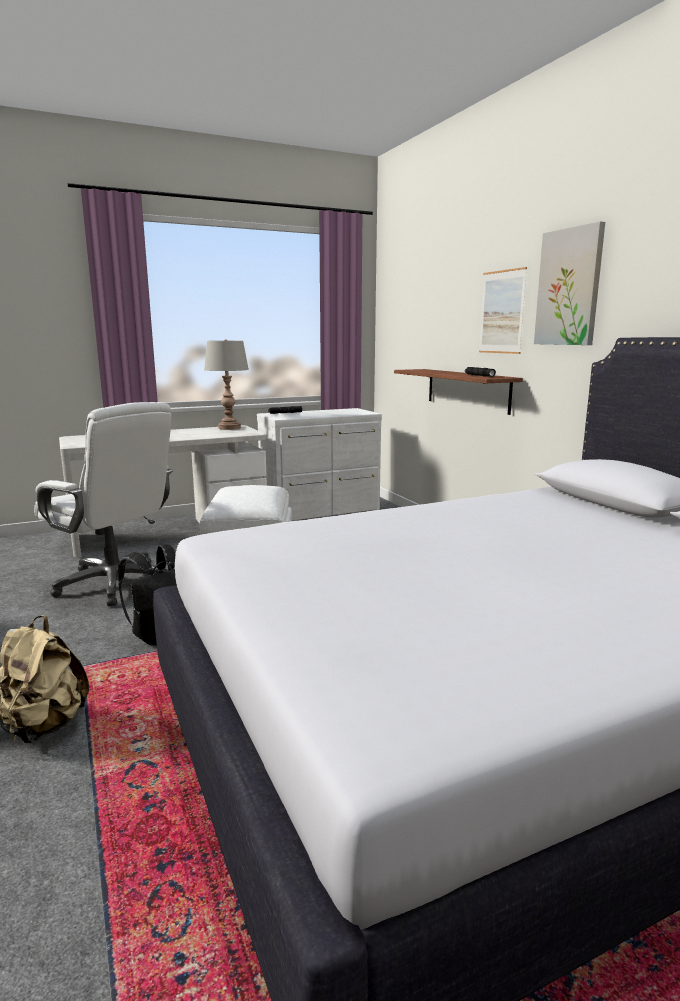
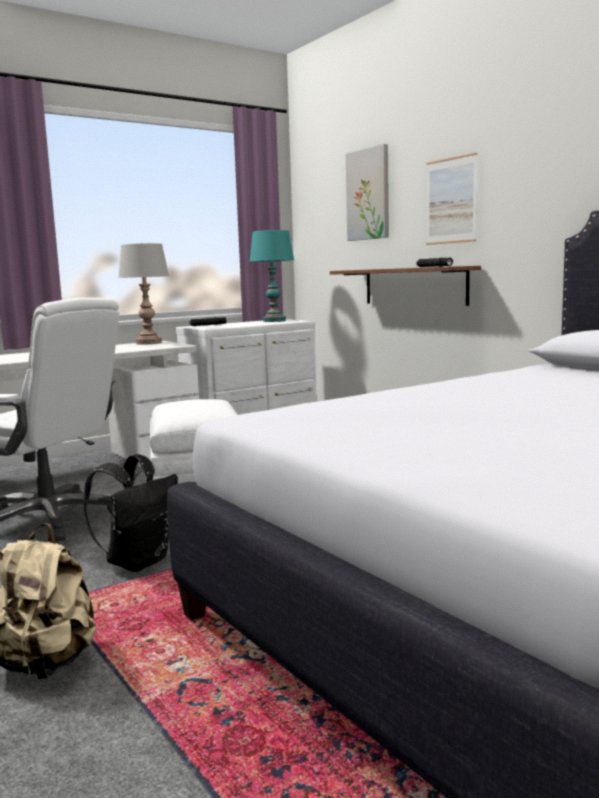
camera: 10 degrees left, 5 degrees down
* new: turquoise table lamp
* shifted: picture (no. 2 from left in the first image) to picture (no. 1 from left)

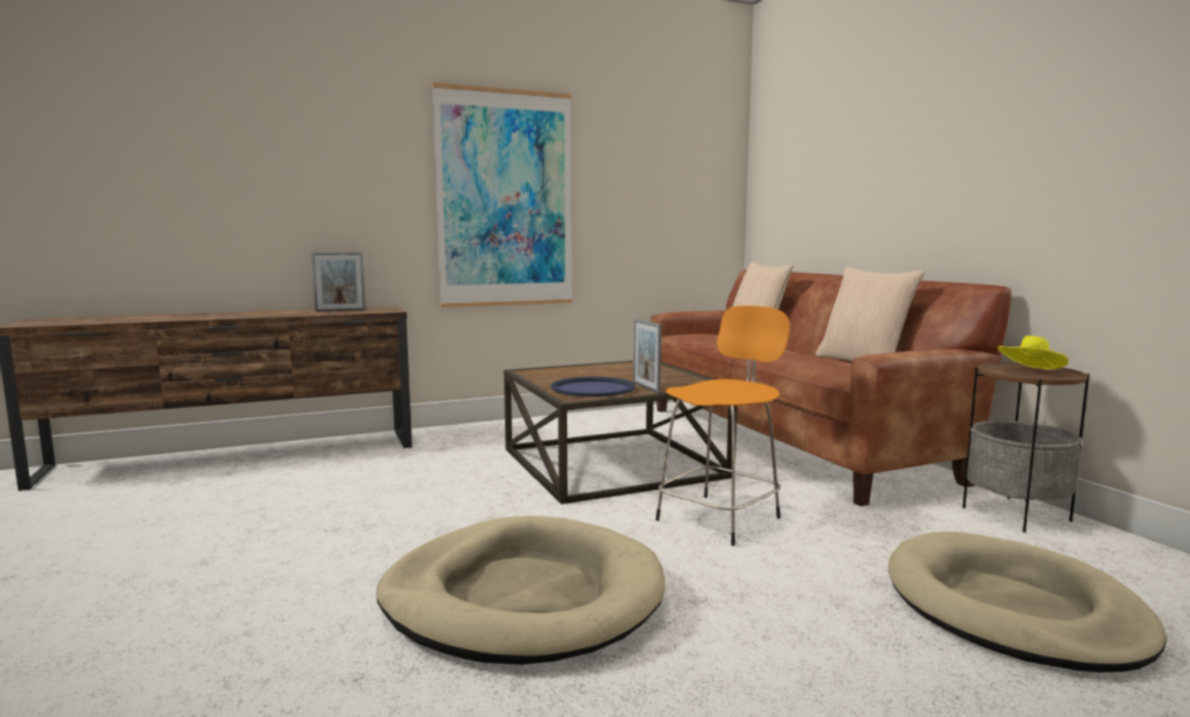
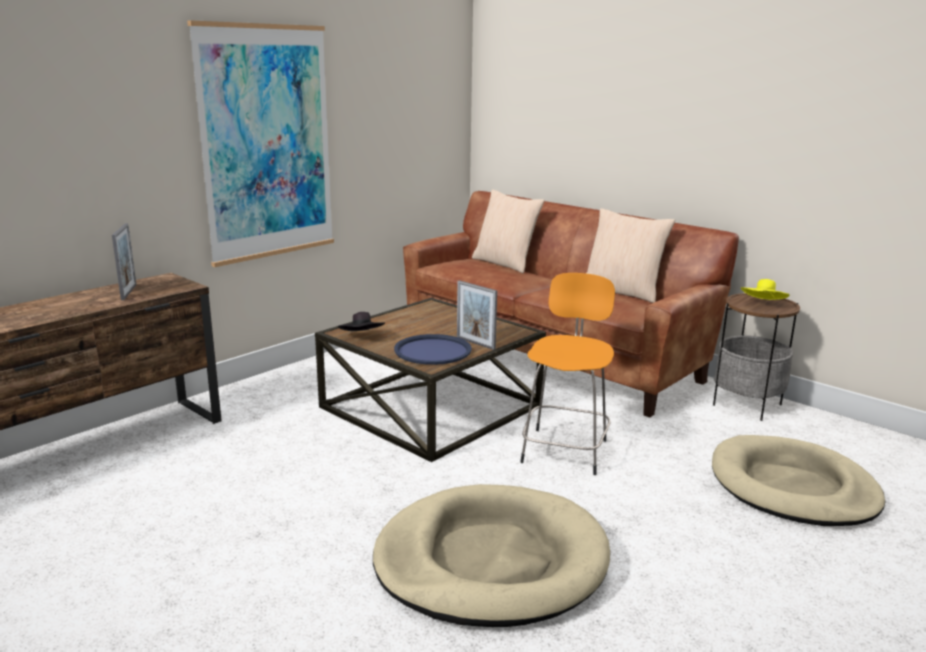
camera: 25 degrees left, 10 degrees up
* new: blackish hat
* rotated: photo frame (no. 1 from left) 60 degrees counterclockwise

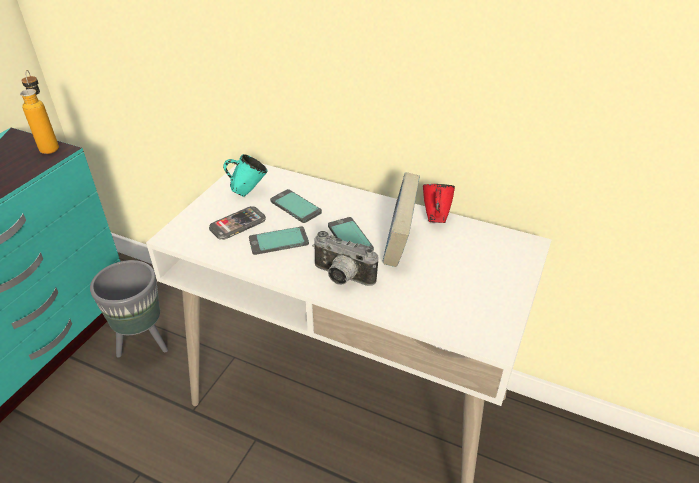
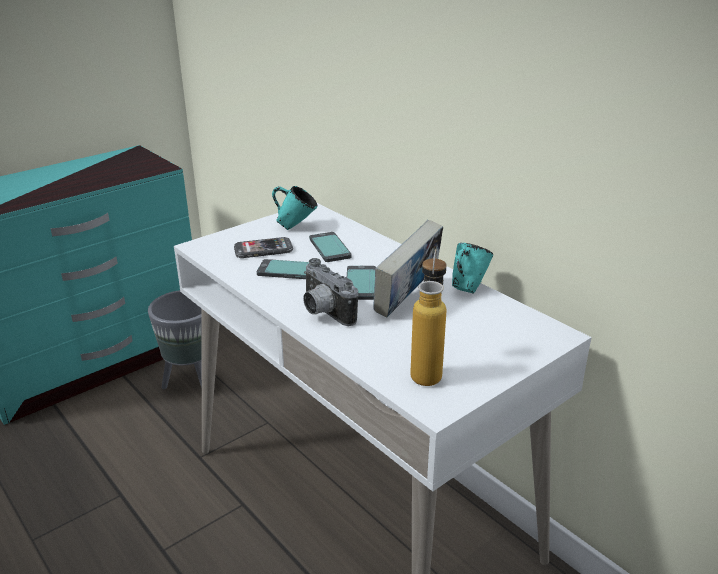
camera: 25 degrees right, 10 degrees down
* shifted: beverage bottle
* repainted: red-coloured coffee mug to turquoise coffee mug (no. 2 from left)

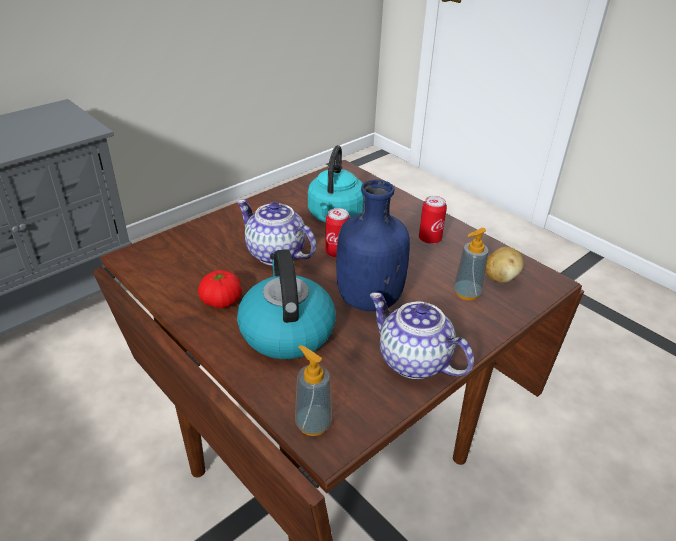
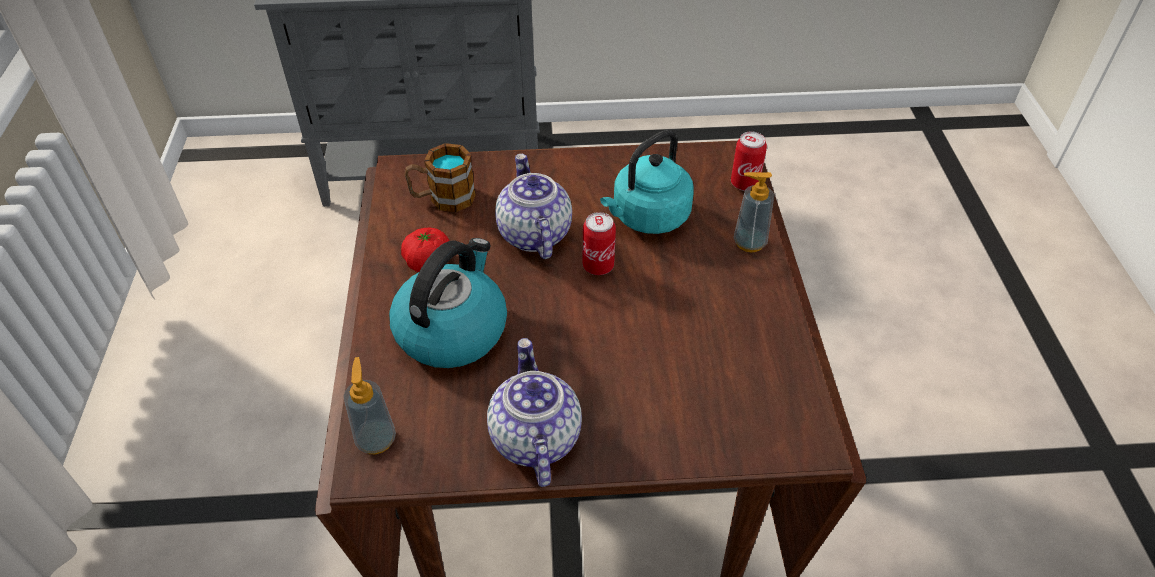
camera: 40 degrees right, 10 degrees up
* gone: blue beverage bottle
* gone: potato
* new: coffee mug
* shifted: can (no. 2 from left)
* shifted: soap dispenser (no. 2 from left)

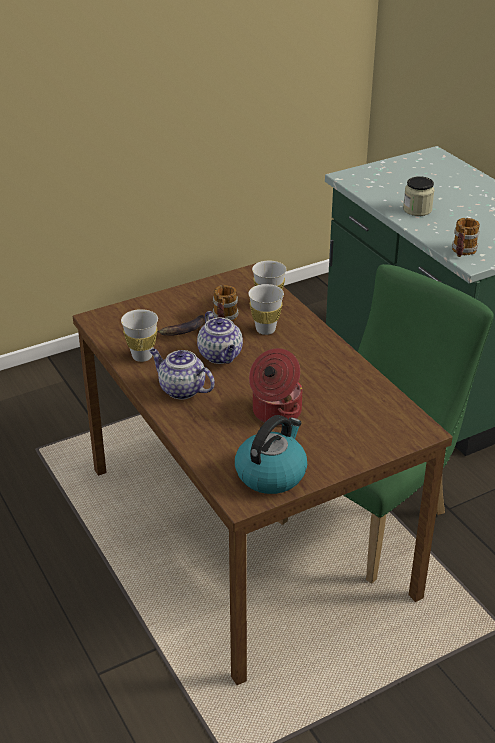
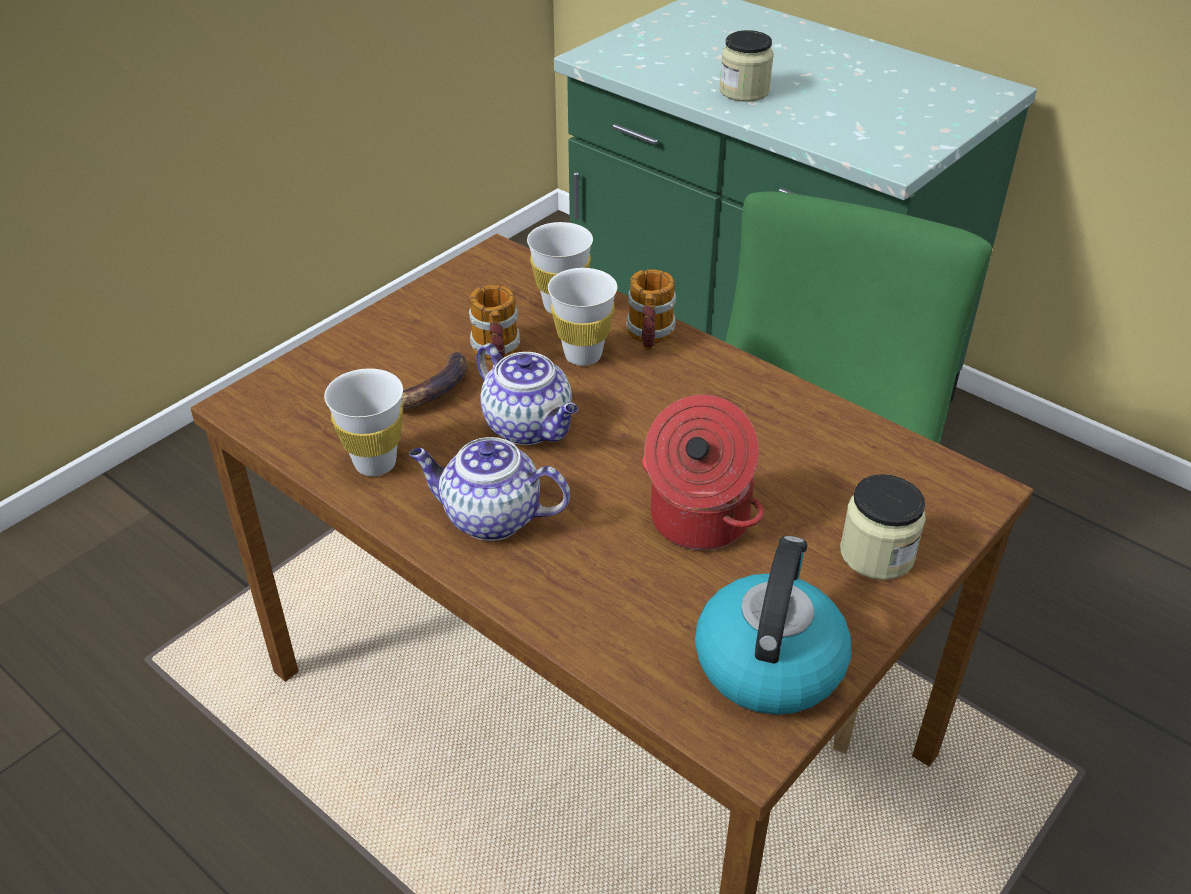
camera: 20 degrees left, 5 degrees up
* new: storage jar (no. 2 from left)
* shifted: coffee mug (no. 2 from left)

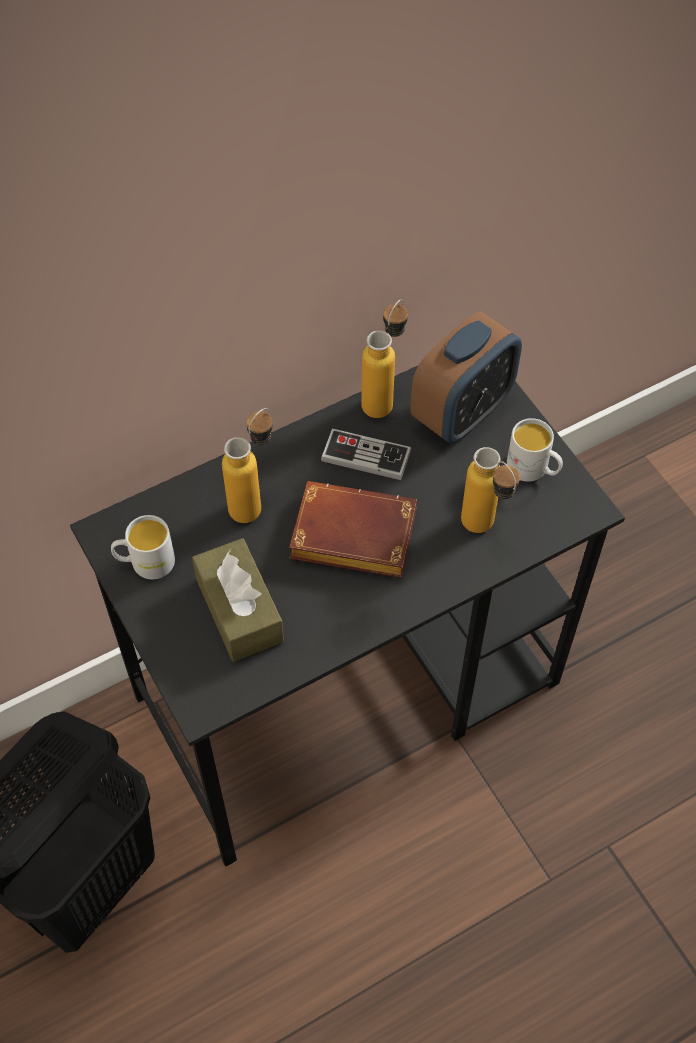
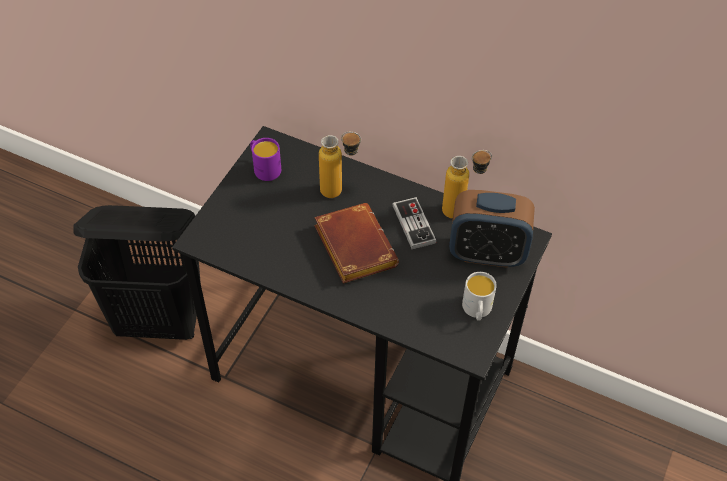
camera: 55 degrees right, 5 degrees down
* gone: brown box of tissues
* gone: beverage bottle (no. 3 from left)
* repainted: white coffee mug (no. 1 from left) to purple coffee mug

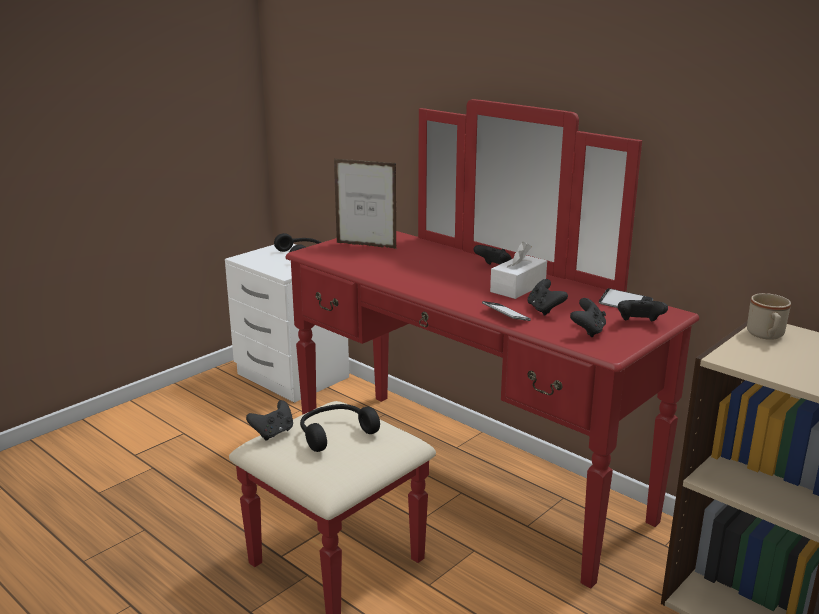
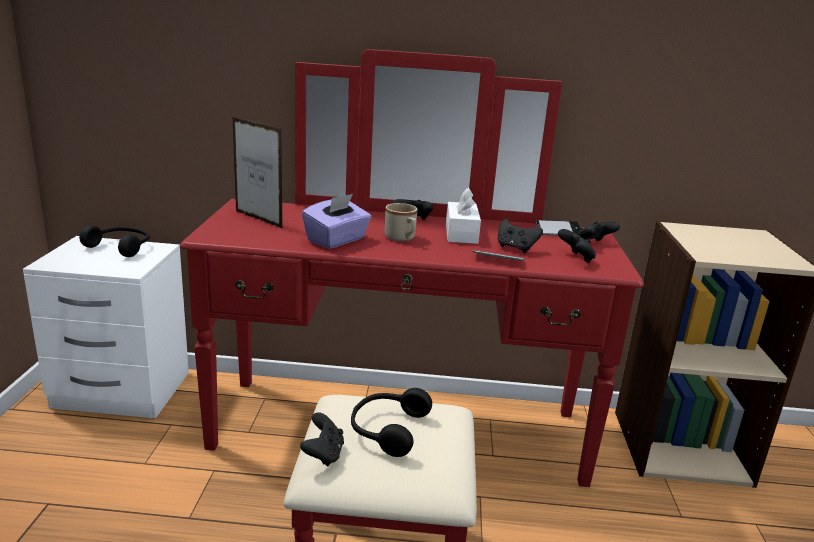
camera: 40 degrees left, 0 degrees up
* new: purple box of tissues
* shifted: beige-coloured coffee mug
* rotated: photo frame 120 degrees counterclockwise

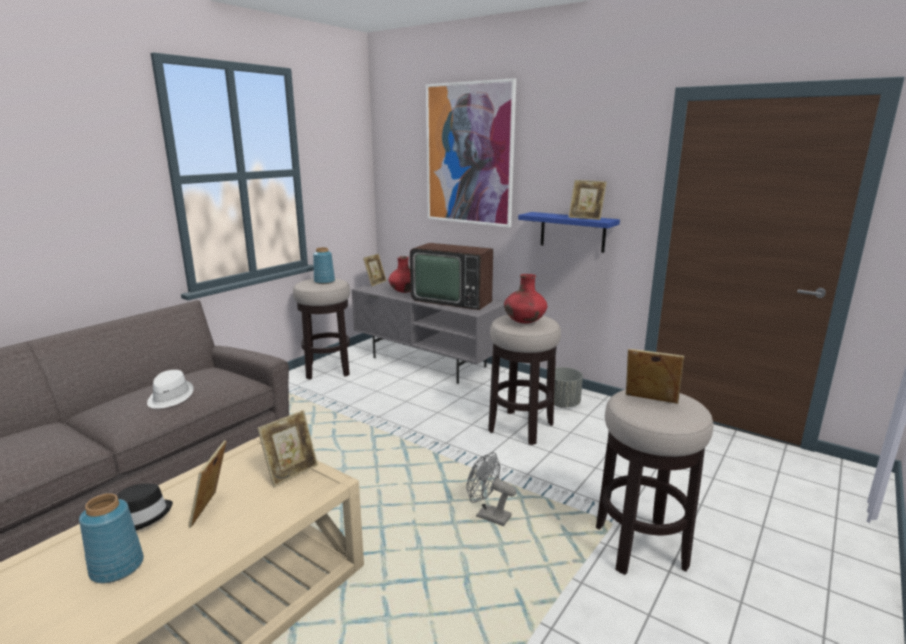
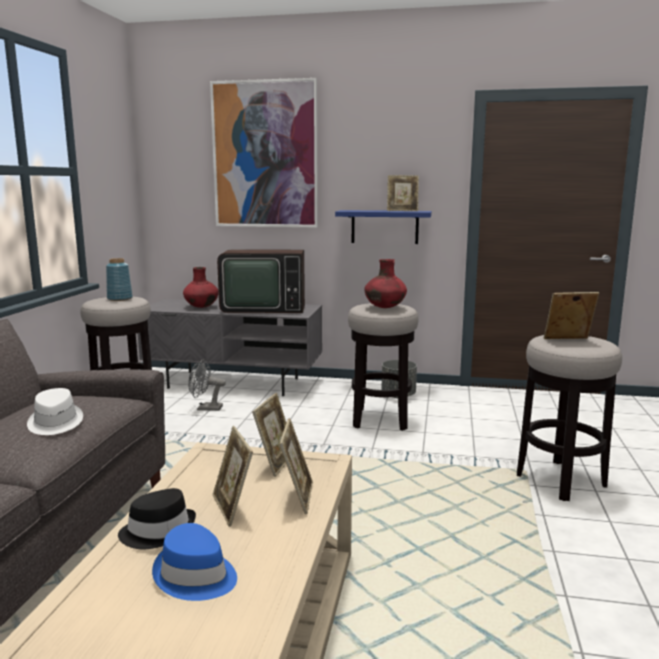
camera: 25 degrees left, 5 degrees down
* shifted: photo frame (no. 3 from left)
* shifted: grey electric fan
* swapped: blue flower vase (no. 1 from left) to blue hat

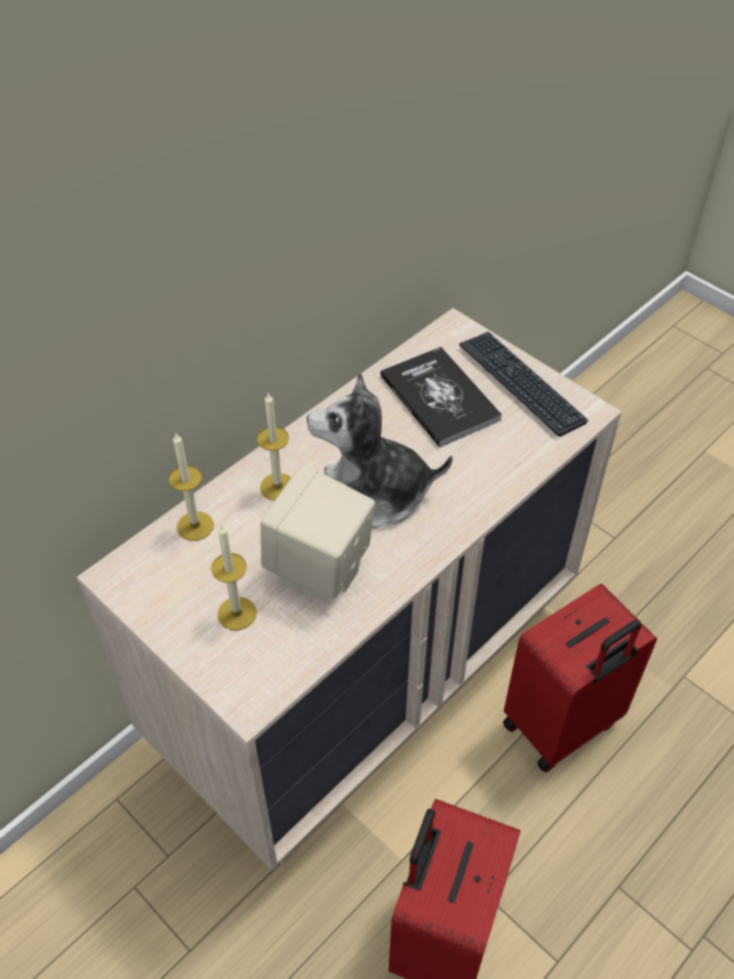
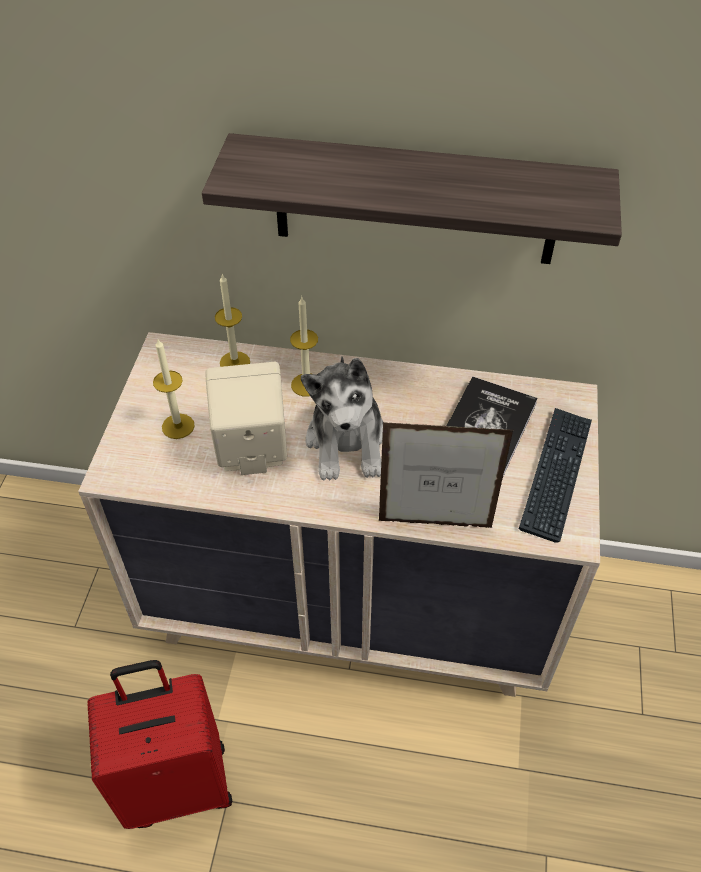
camera: 55 degrees right, 0 degrees up
* gone: red-coloured suitcase (no. 2 from left)
* new: bracket shelf
* new: photo frame
* rotated: soft toy 150 degrees counterclockwise

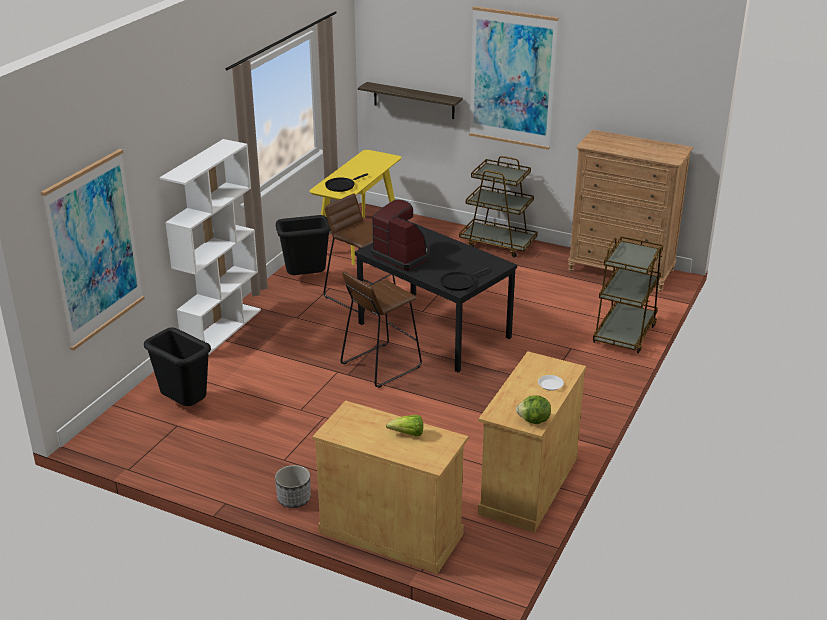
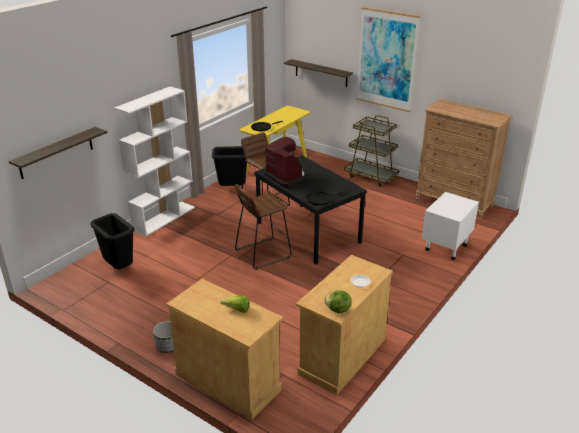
camera: 10 degrees right, 0 degrees up
* swapped: picture (no. 1 from left) to bracket shelf (no. 1 from left)
* swapped: brown trolley (no. 2 from left) to white night table

